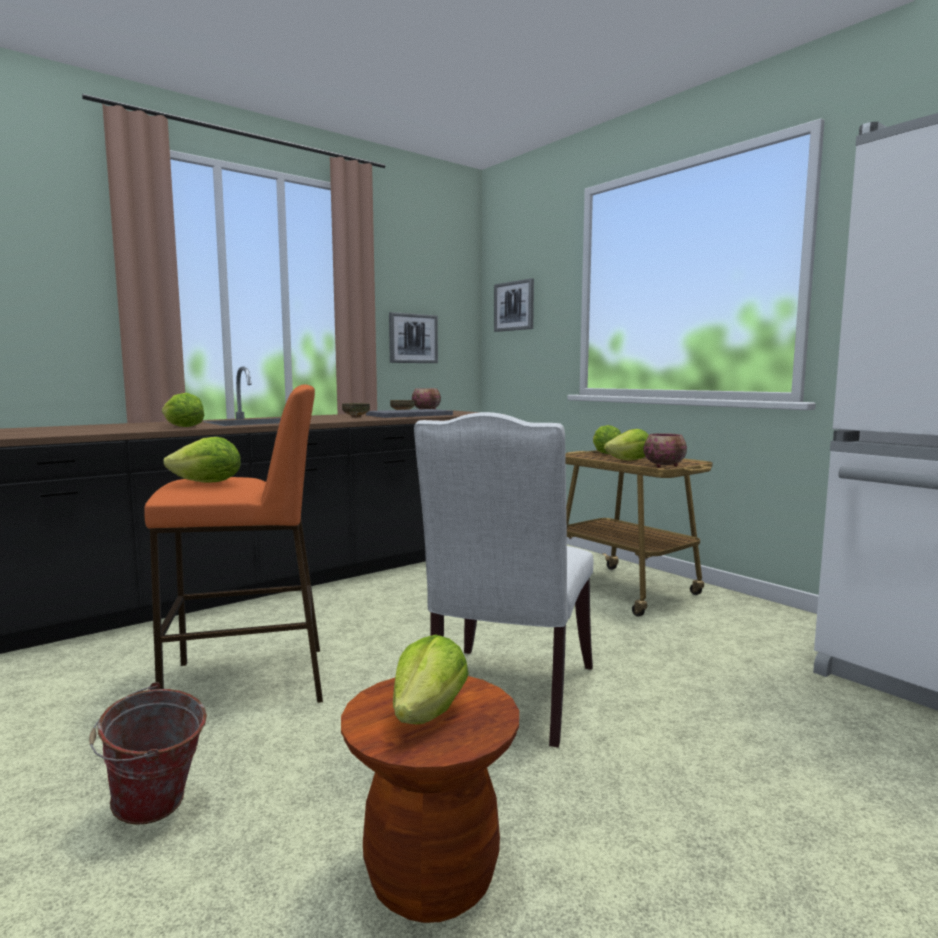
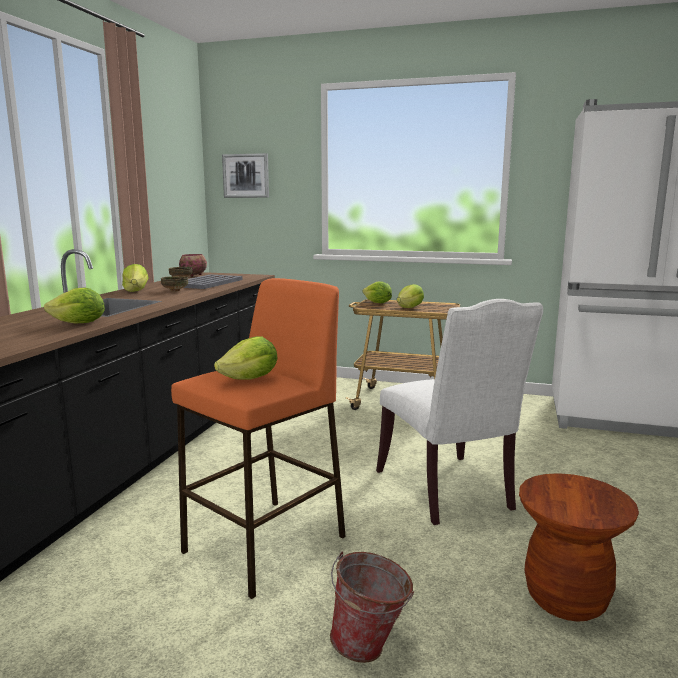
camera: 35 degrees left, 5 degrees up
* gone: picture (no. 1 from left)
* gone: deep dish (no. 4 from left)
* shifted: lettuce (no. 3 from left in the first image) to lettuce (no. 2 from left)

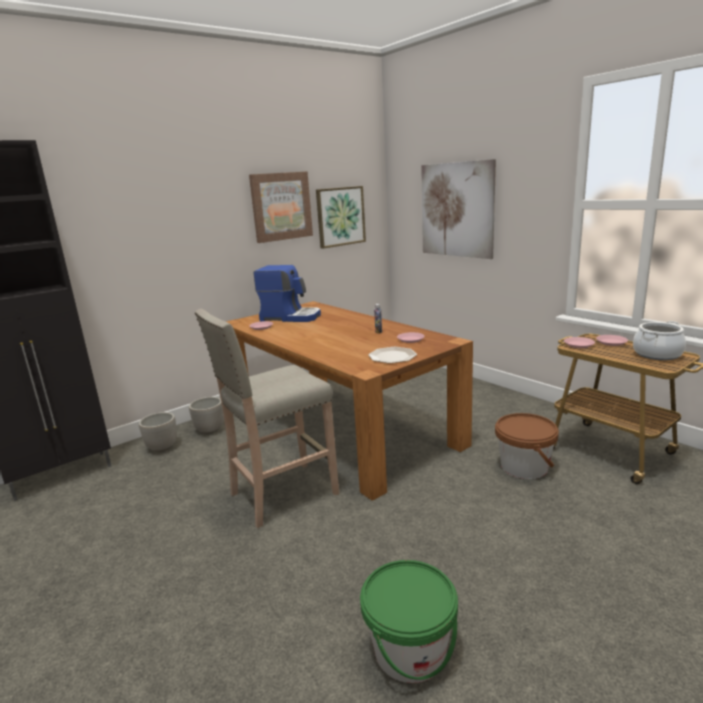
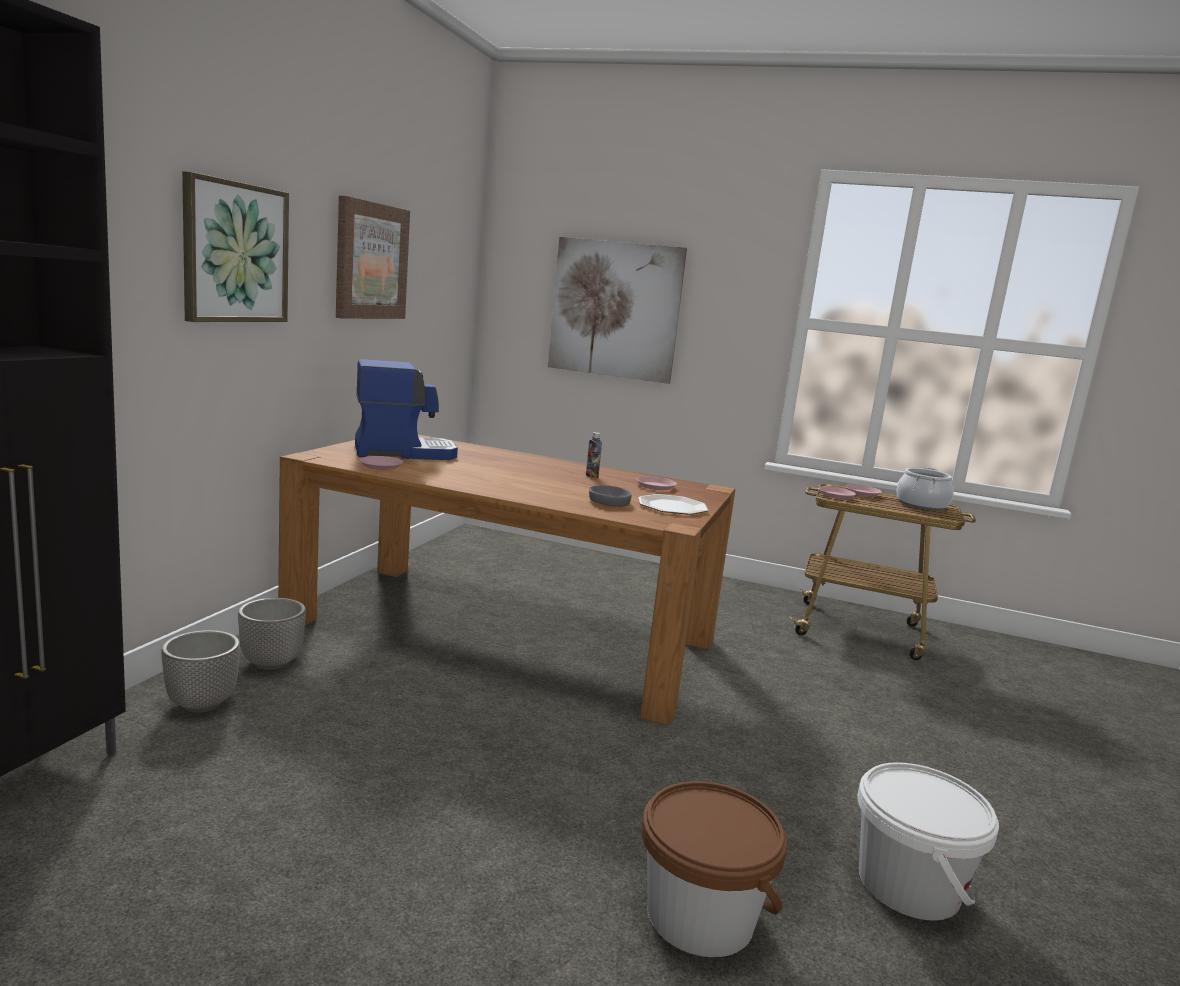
camera: 35 degrees left, 5 degrees down
* gone: beige-coloured sitting stool
* new: grey deep dish
* shifted: picture (no. 2 from left in the first image) to picture (no. 1 from left)
* shifted: brown bucket
* repainted: green bucket to white bucket

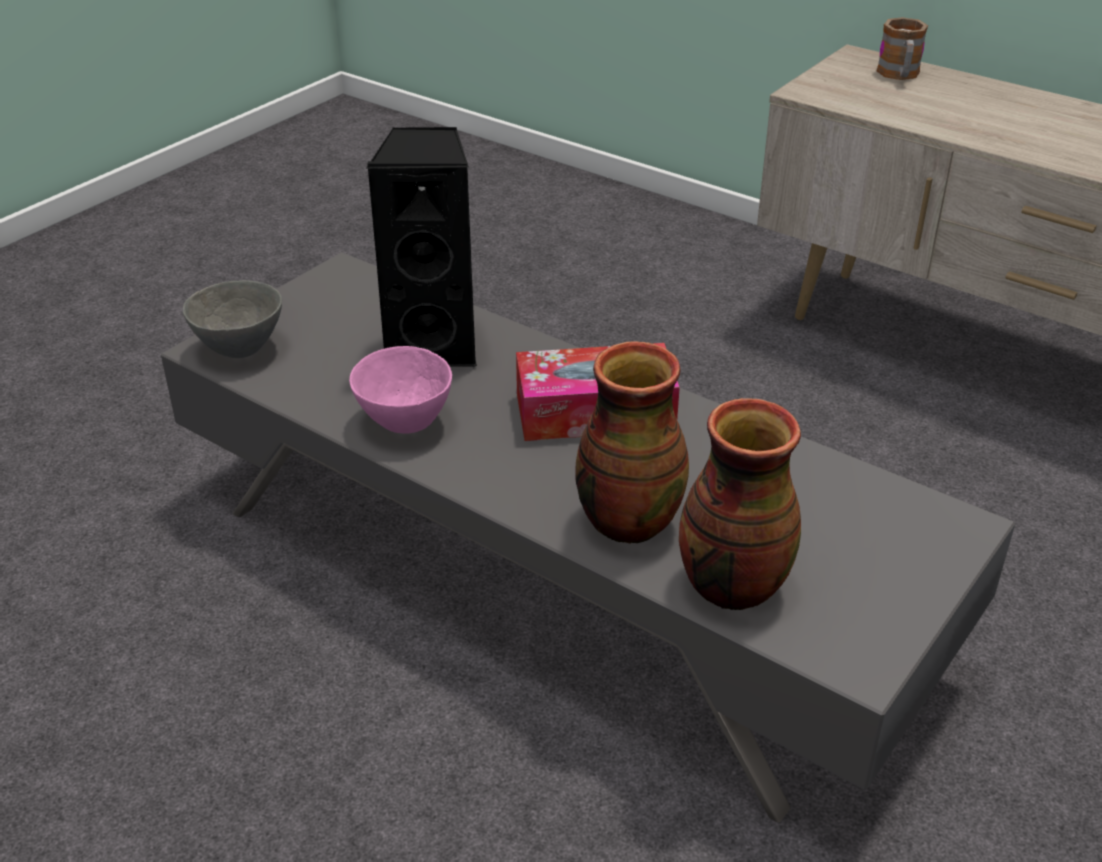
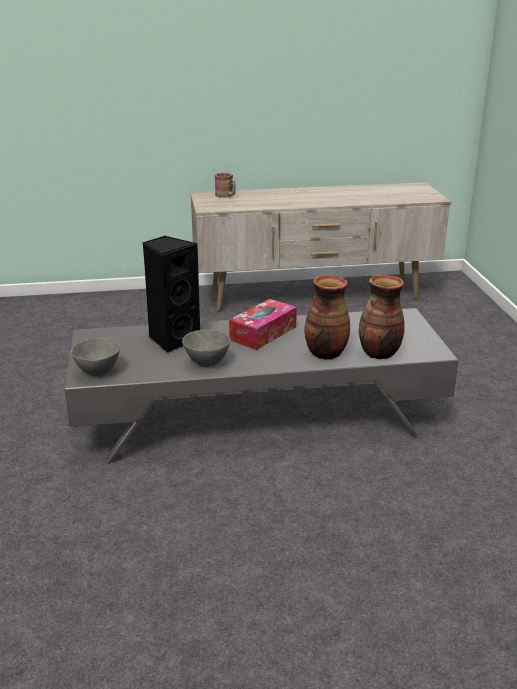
camera: 45 degrees left, 10 degrees down
* repainted: pinkish deep dish to grey deep dish (no. 2 from left)

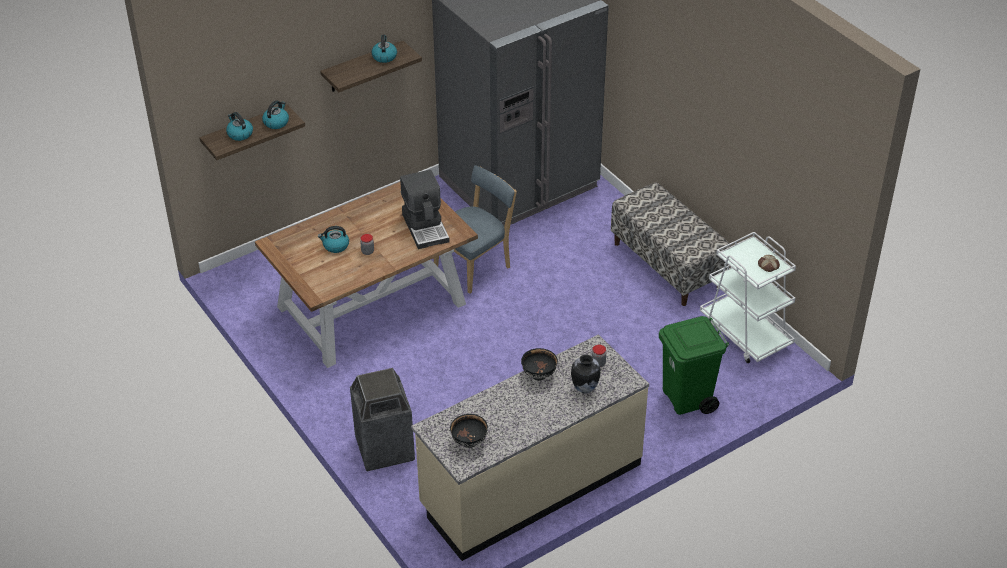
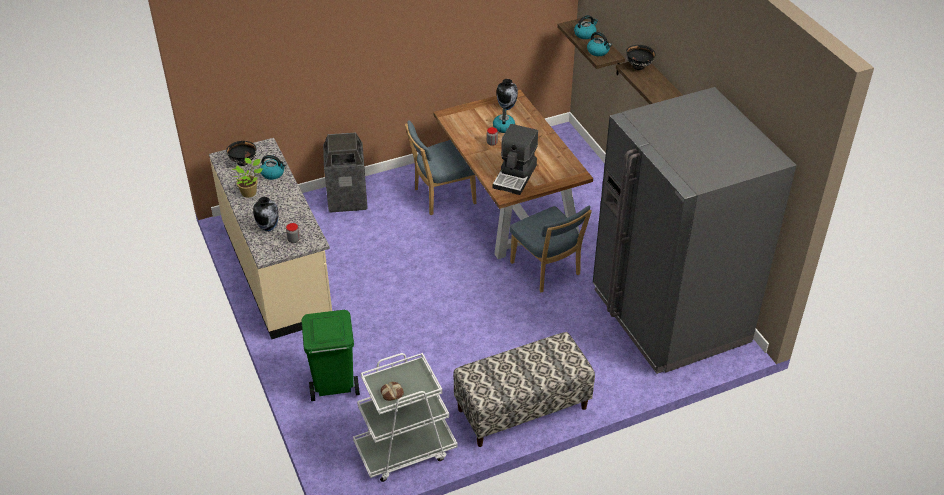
camera: 100 degrees right, 0 degrees up
* new: houseplant
* new: blue plain chair (no. 1 from left)
* new: flower vase (no. 2 from left)
* shifted: tea kettle (no. 4 from left in the first image) to tea kettle (no. 1 from left)
* shifted: blackish deep dish (no. 2 from left)
* rotated: coffee machine 60 degrees counterclockwise

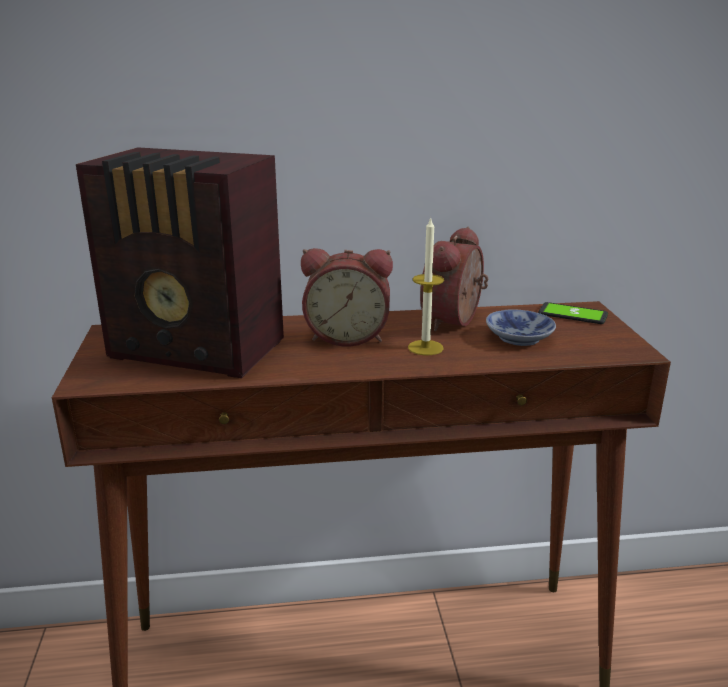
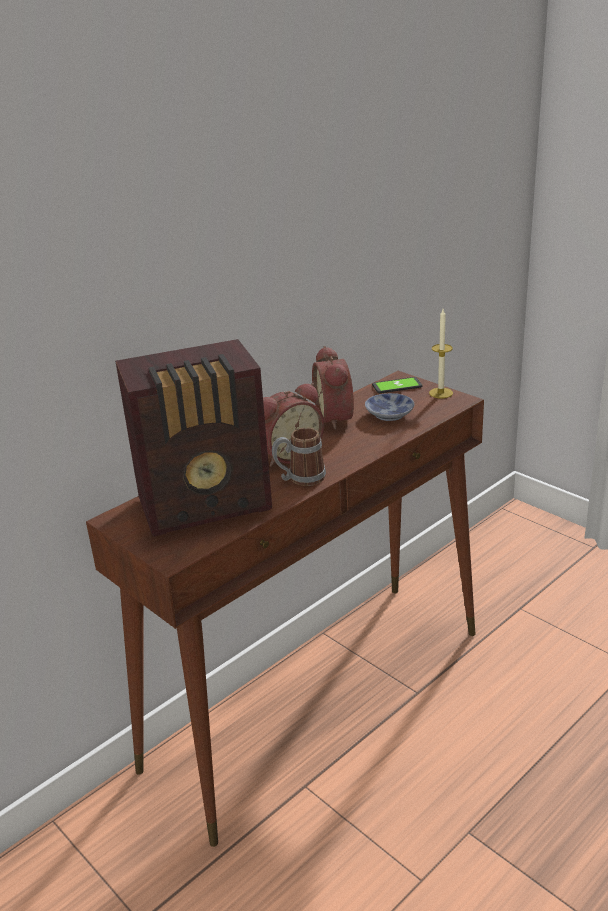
camera: 35 degrees left, 5 degrees up
* new: coffee mug
* shifted: candle

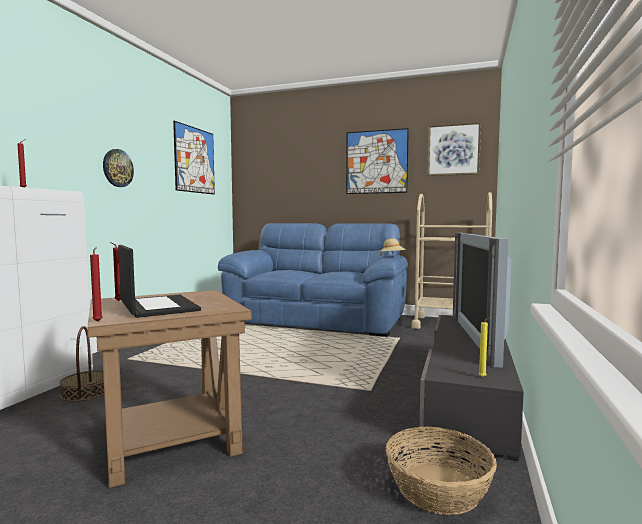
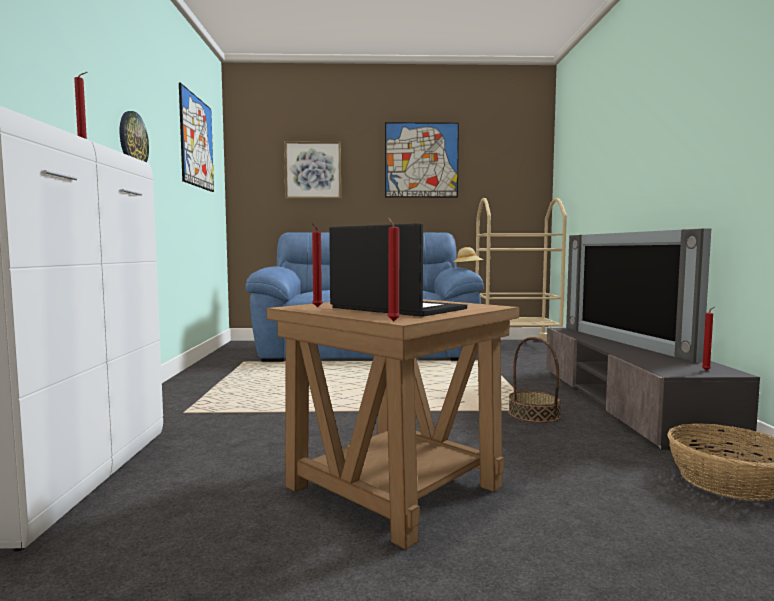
camera: 20 degrees left, 0 degrees up
* shifted: storage basket (no. 1 from left)
* shifted: picture (no. 3 from left in the first image) to picture (no. 2 from left)
* repainted: yellow candle to red-coloured candle (no. 4 from left)

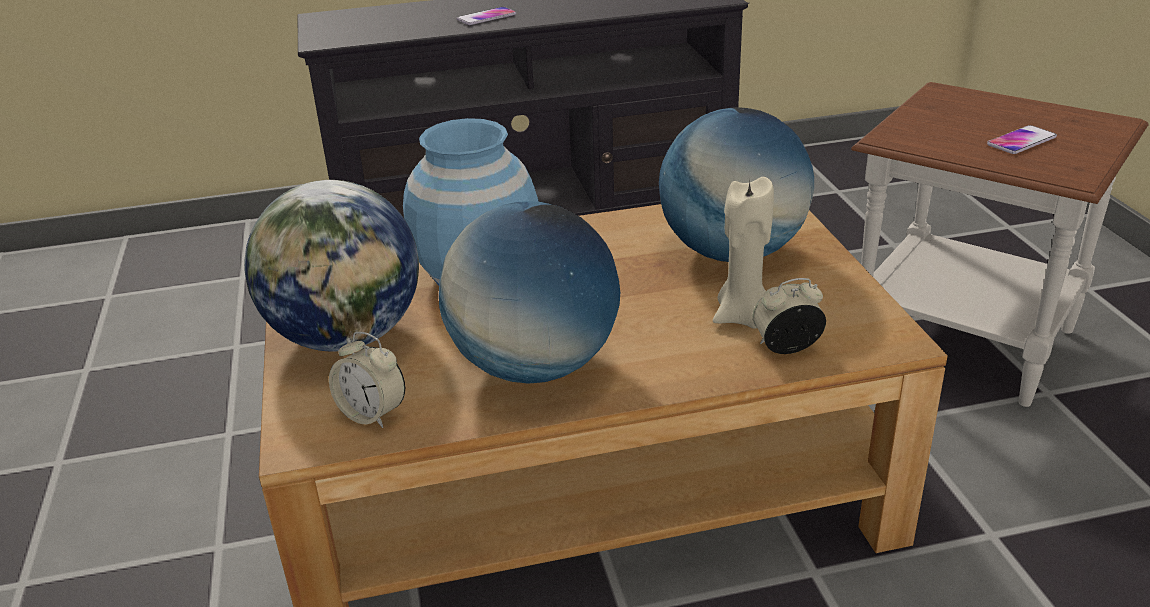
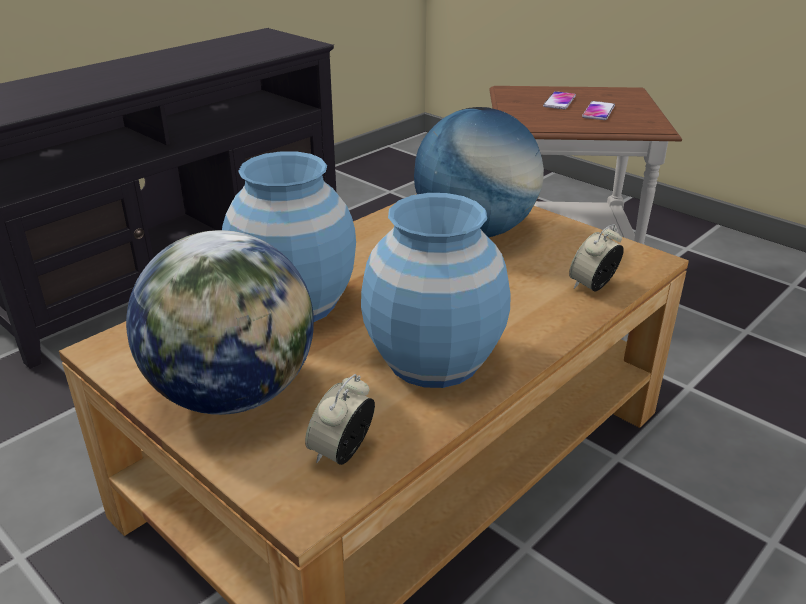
camera: 35 degrees left, 0 degrees up
* gone: beige-coloured candle
* shifted: telephone (no. 1 from left)
* swapped: desk globe (no. 2 from left) to blue flower vase (no. 2 from left)
* rotated: bedside clock (no. 1 from left) 120 degrees clockwise

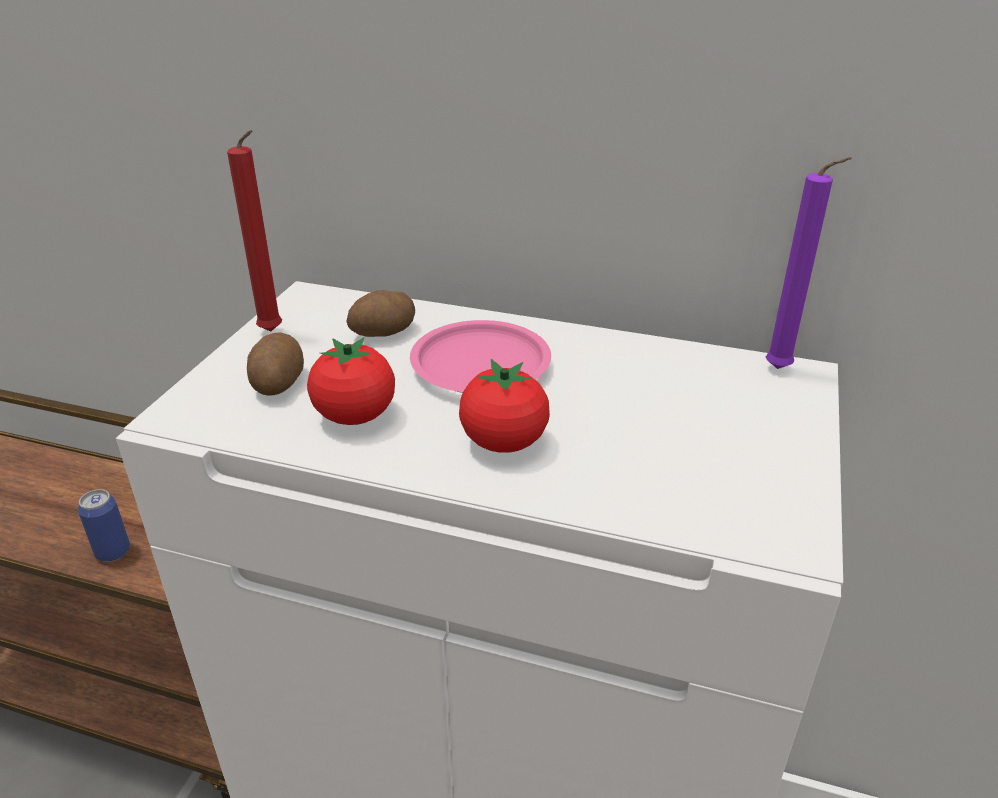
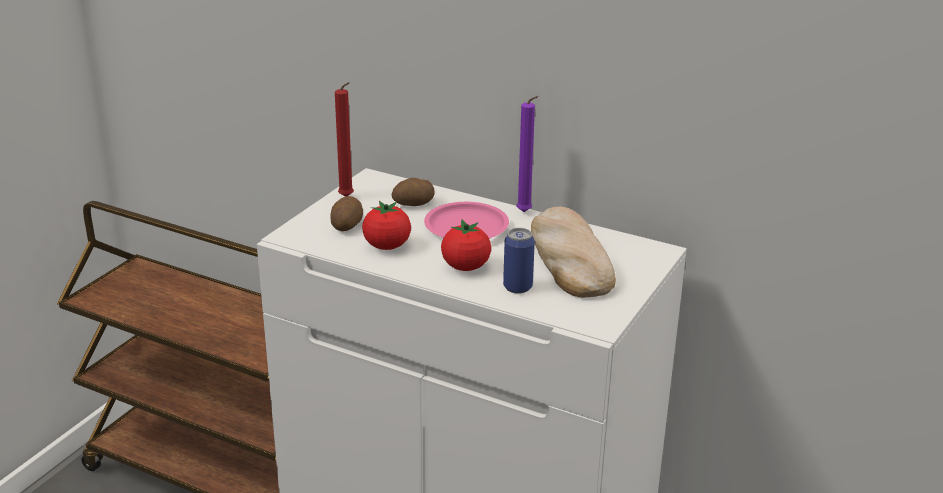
camera: 10 degrees right, 5 degrees down
* new: baked bread
* shifted: can
* shifted: purple candle

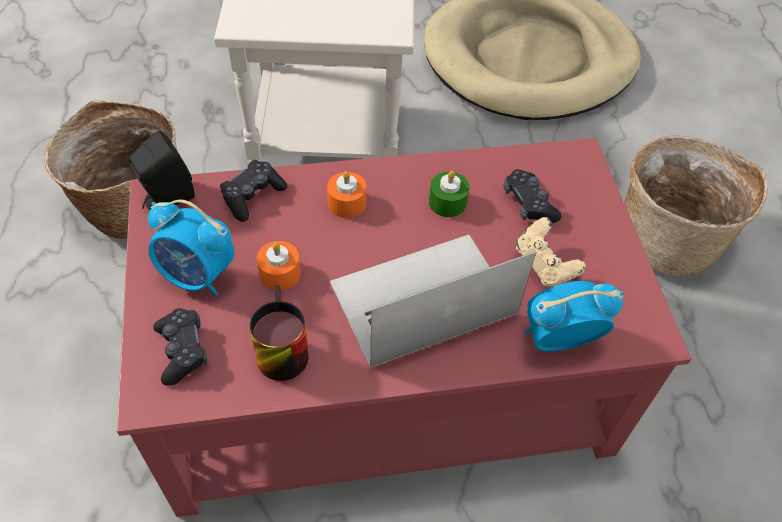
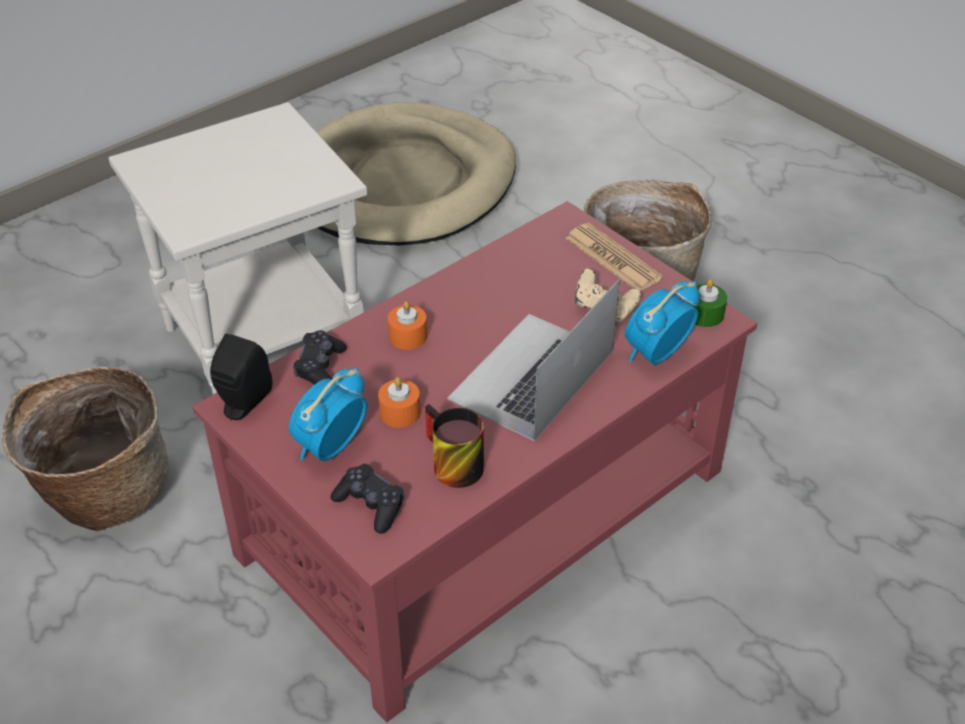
camera: 30 degrees left, 10 degrees down
* gone: blackish gamepad (no. 3 from left)
* new: printed paper
* shifted: green candle
* rotated: bedside clock (no. 1 from left) 135 degrees clockwise

